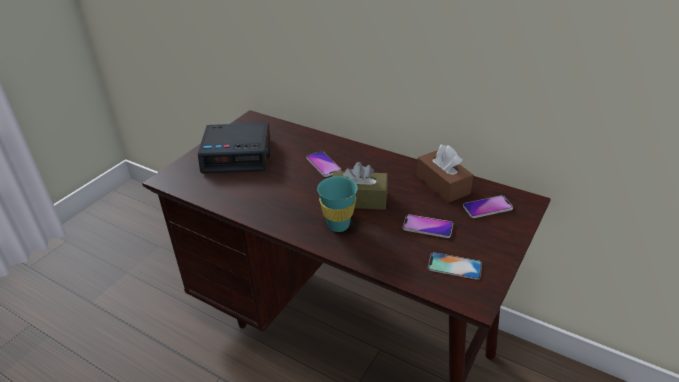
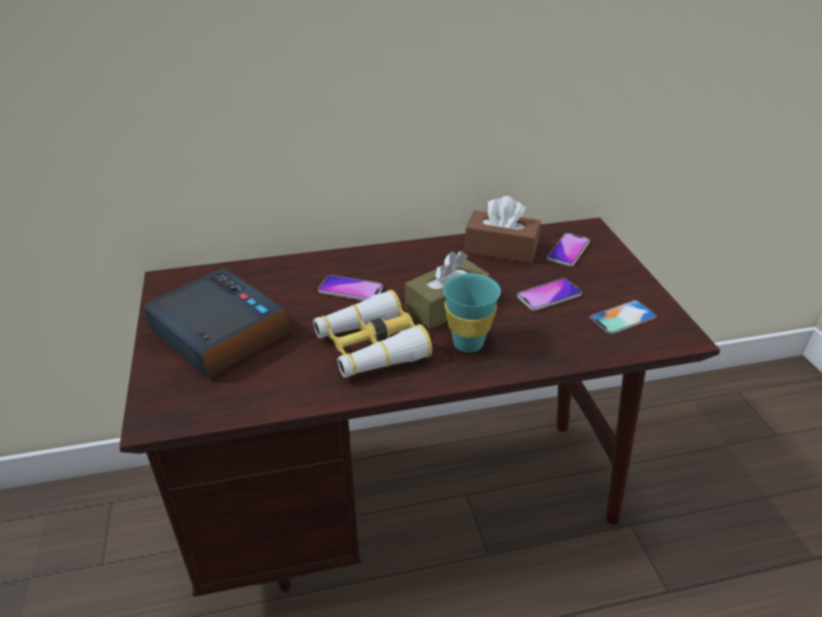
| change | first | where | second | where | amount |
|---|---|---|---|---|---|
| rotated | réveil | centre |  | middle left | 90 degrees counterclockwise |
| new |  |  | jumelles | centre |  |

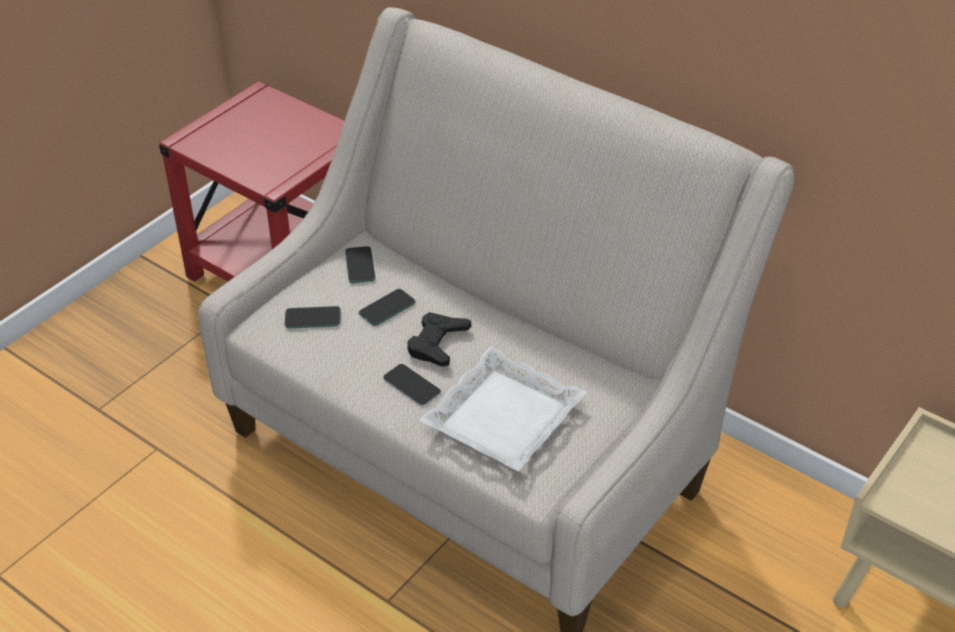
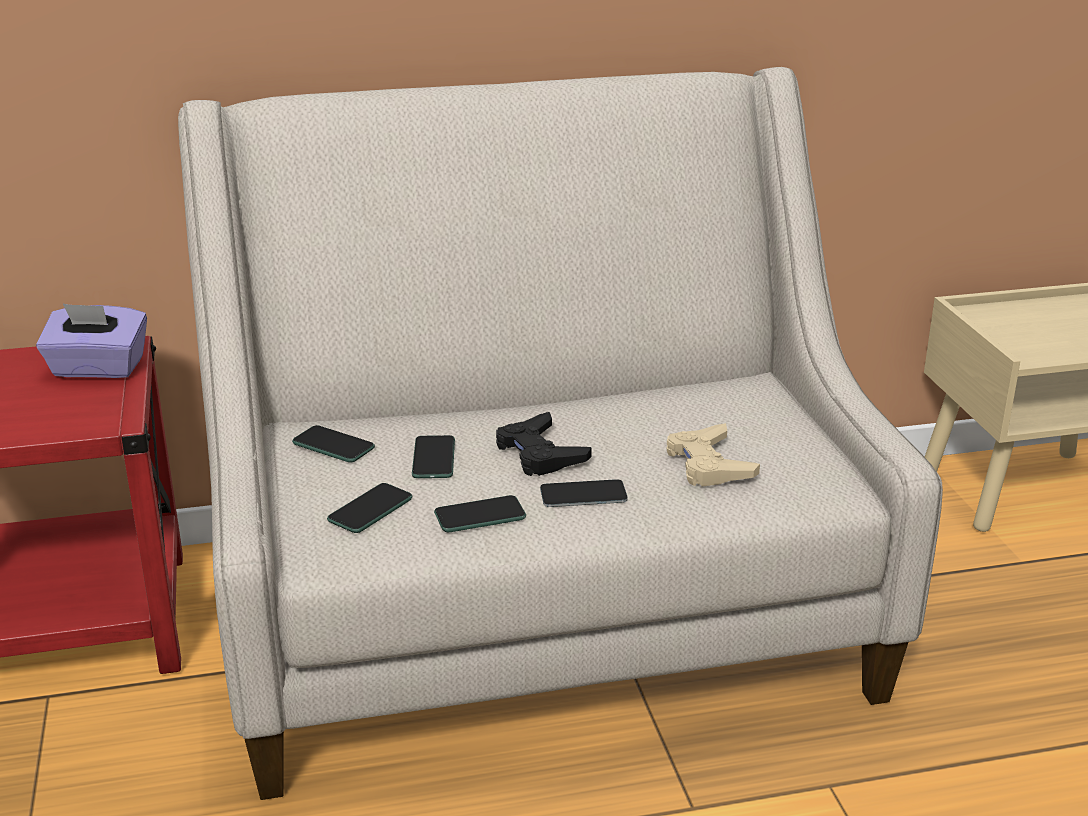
| change | first | where | second | where | amount |
|---|---|---|---|---|---|
| new |  |  | boîte à mouchoirs (violet) | middle left |  |
| new |  |  | téléphone (no. 4 from left) | centre |  |
| swapped | plateau (blanc) | centre | manette (beige) | centre |  |

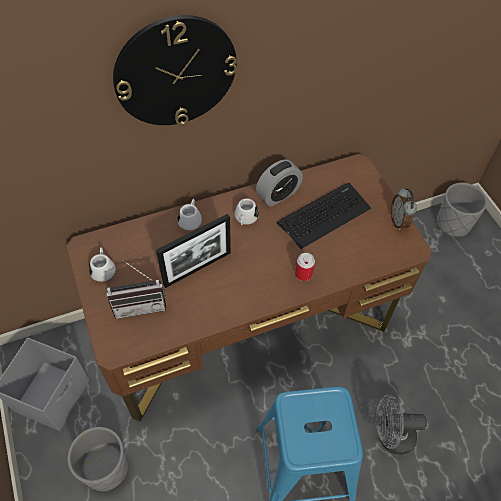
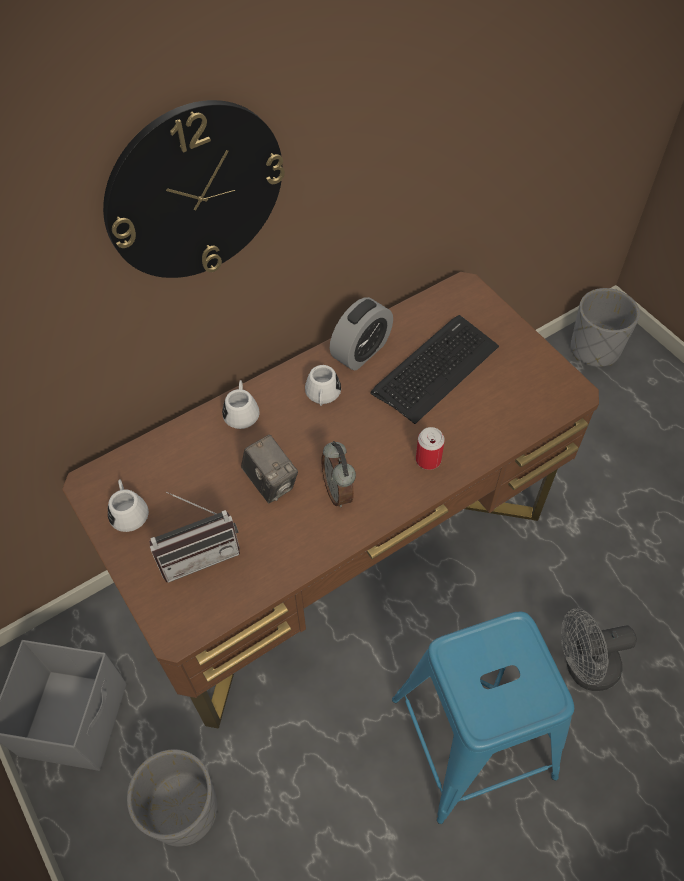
| change | first | where | second | where | amount |
|---|---|---|---|---|---|
| swapped | cadre photo | centre | appareil photo | centre |  |
| shifted | réveil (no. 2 from left in the first image) | middle right | réveil (no. 1 from left) | centre |  |

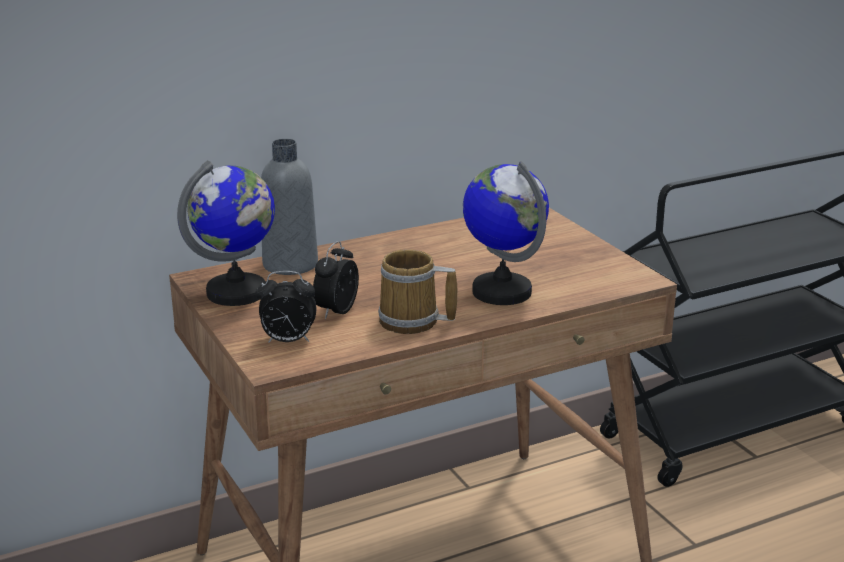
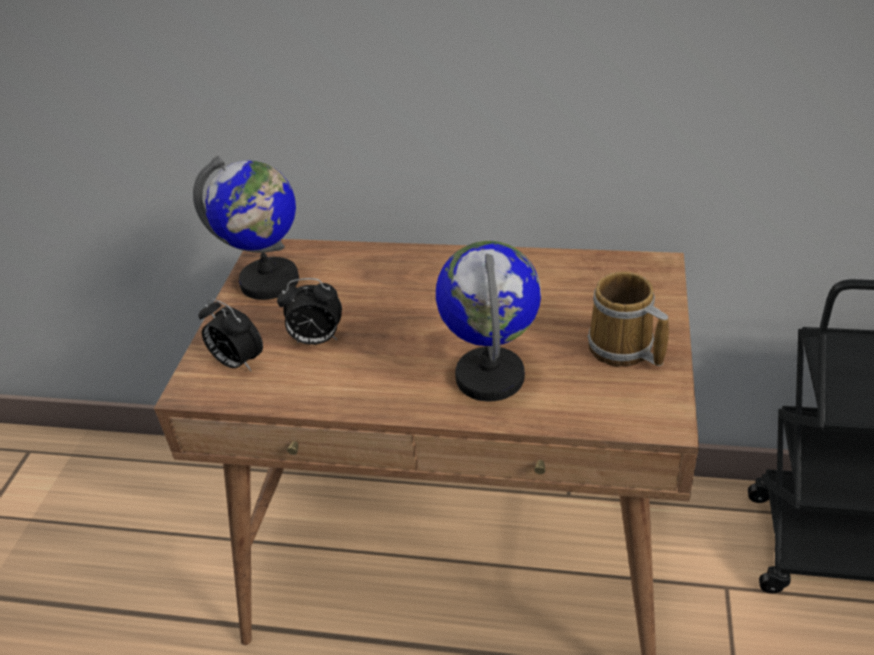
| change | first | where | second | where | amount |
|---|---|---|---|---|---|
| rotated | réveil (no. 2 from left) | centre |  | centre | 150 degrees counterclockwise |
| shifted | mug | centre |  | middle right |  |
| gone | bouteille (gris) | centre |  |  |  |

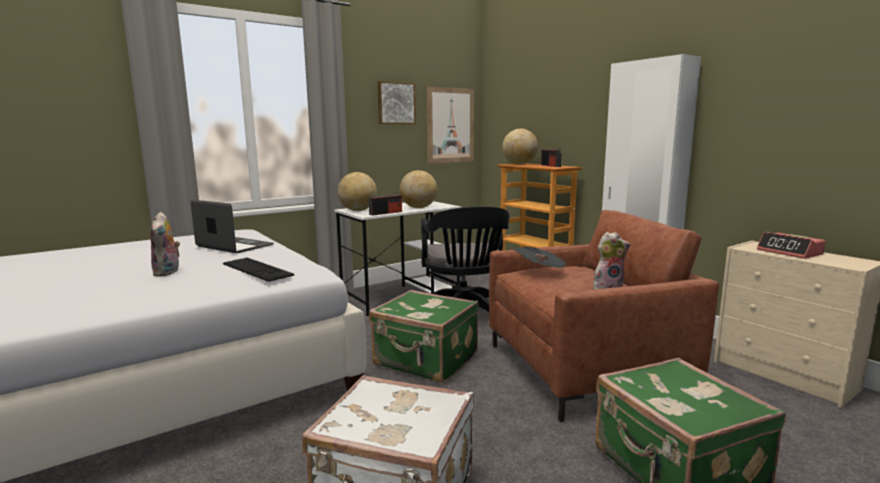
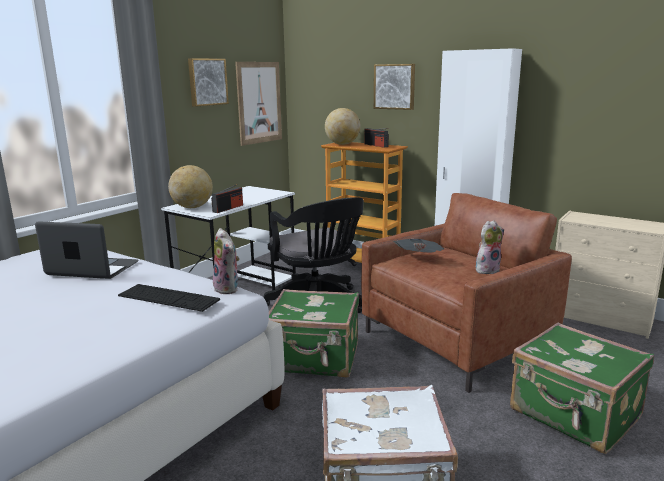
| change | first | where | second | where | amount |
|---|---|---|---|---|---|
| shifted | peluche (no. 1 from left) | middle left |  | centre |  |
| new |  |  | tableau (no. 3 from left) | top centre |  |
| gone | globe (no. 2 from left) | centre |  |  |  |
| gone | réveil | middle right |  |  |  |

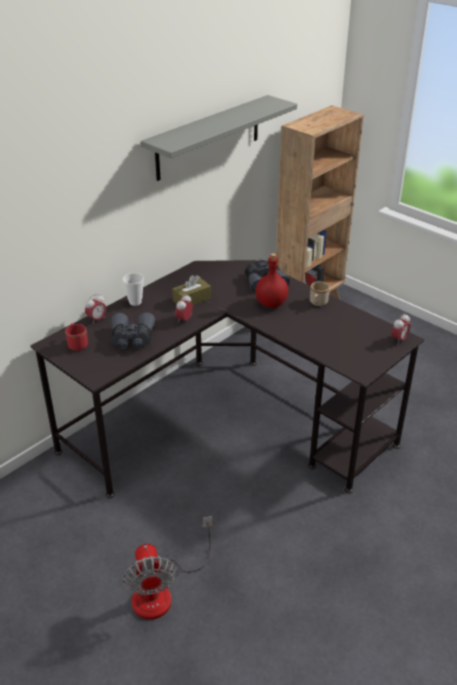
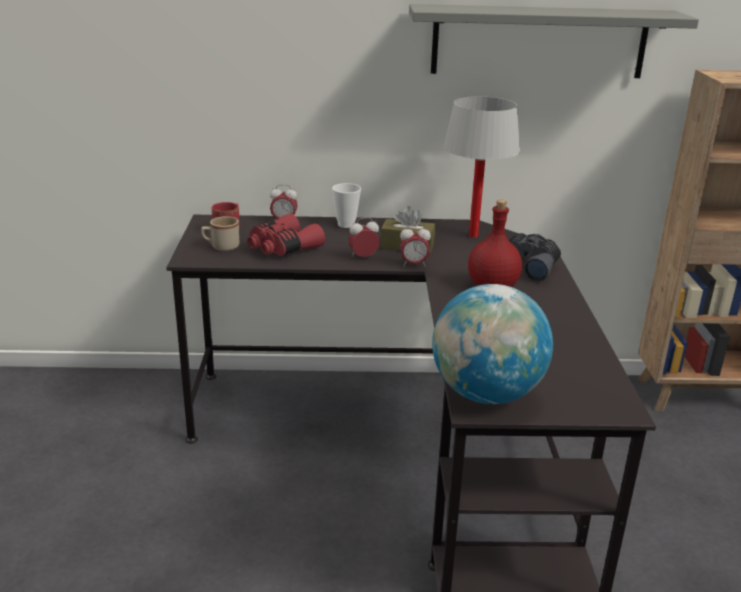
| change | first | where | second | where | amount |
|---|---|---|---|---|---|
| shifted | mug (beige) | middle right |  | middle left |  |
| repainted | jumelles (gris) (no. 1 from left) | middle left | jumelles (rouge) | centre |  |
| shifted | réveil (no. 3 from left) | middle right |  | centre |  |
| new |  |  | globe | centre |  |
| new |  |  | lampe de table (blanc) | top centre |  |
| gone | ventilateur | bottom centre |  |  |  |

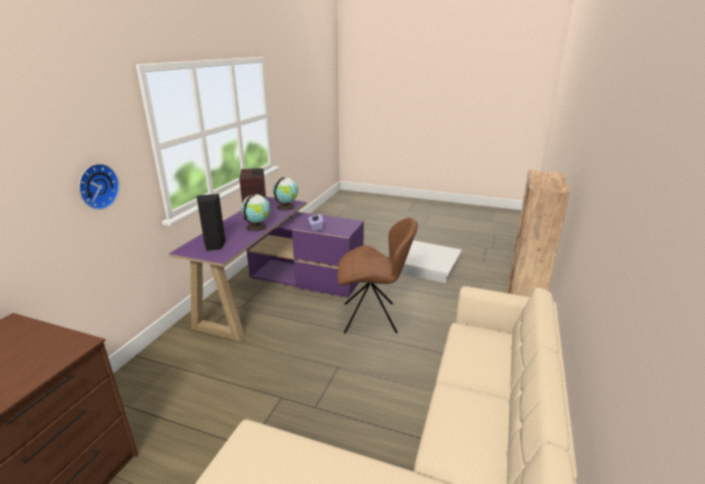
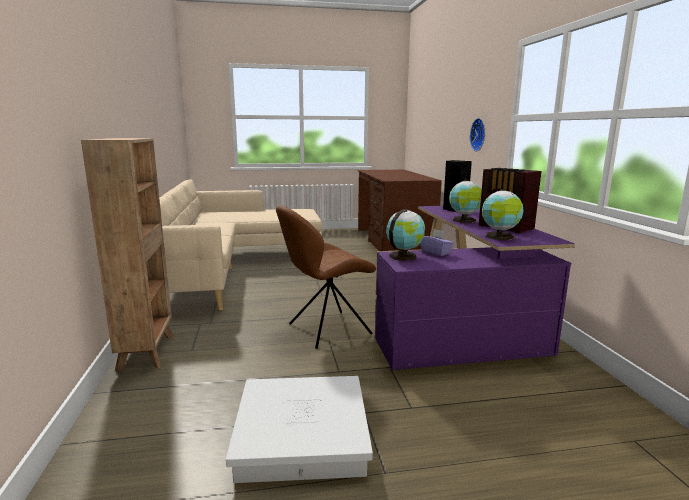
| change | first | where | second | where | amount |
|---|---|---|---|---|---|
| new |  |  | globe (no. 1 from left) | centre |  |

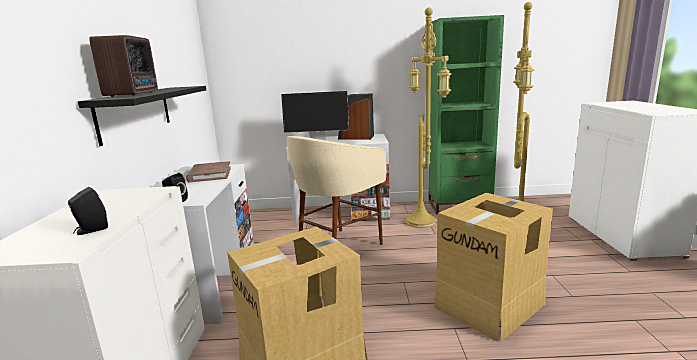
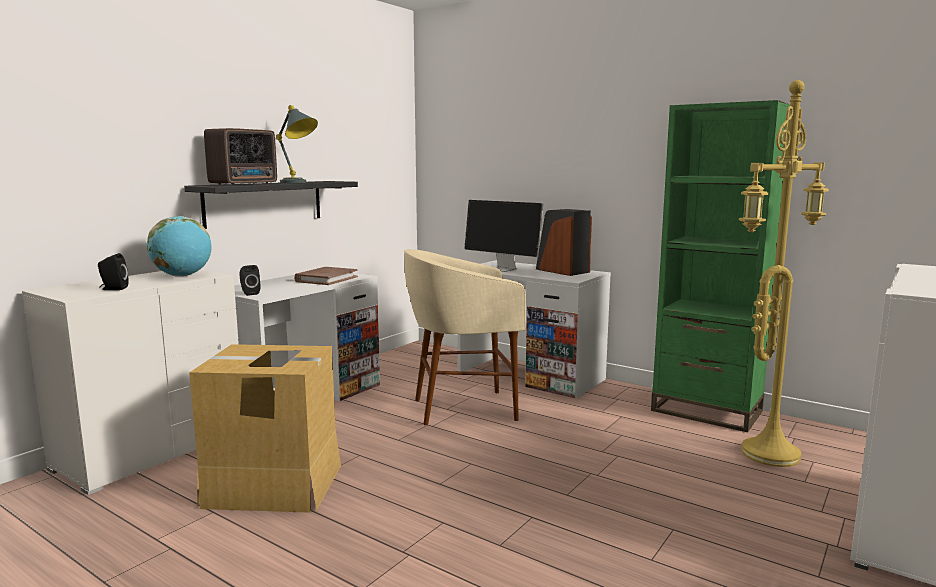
| change | first | where | second | where | amount |
|---|---|---|---|---|---|
| new |  |  | globe | middle left |  |
| new |  |  | lampe de table (gris) | top left |  |
| gone | lampadaire (jaune) (no. 1 from left) | top centre |  |  |  |
| gone | carton (no. 2 from left) | bottom right |  |  |  |

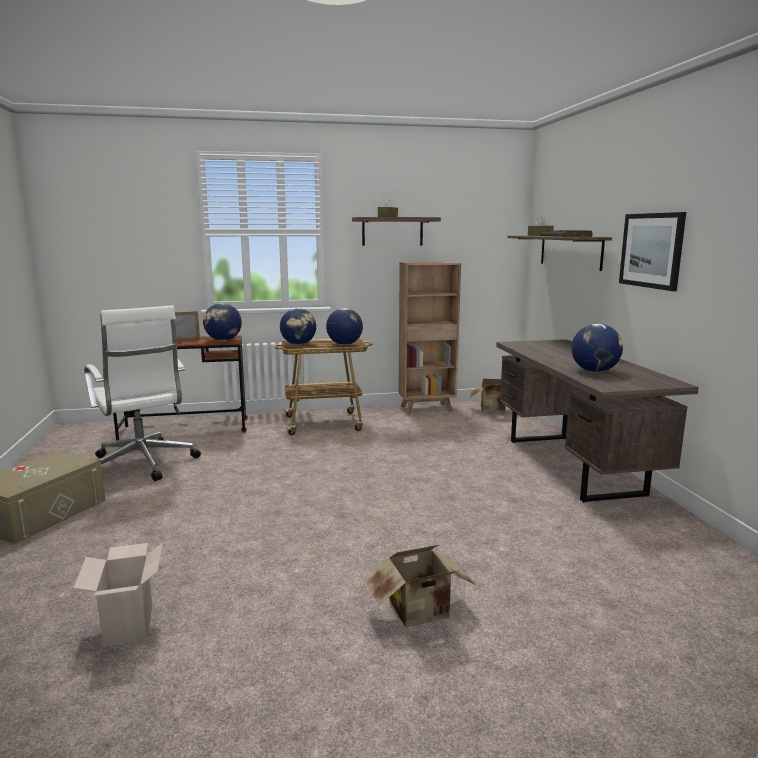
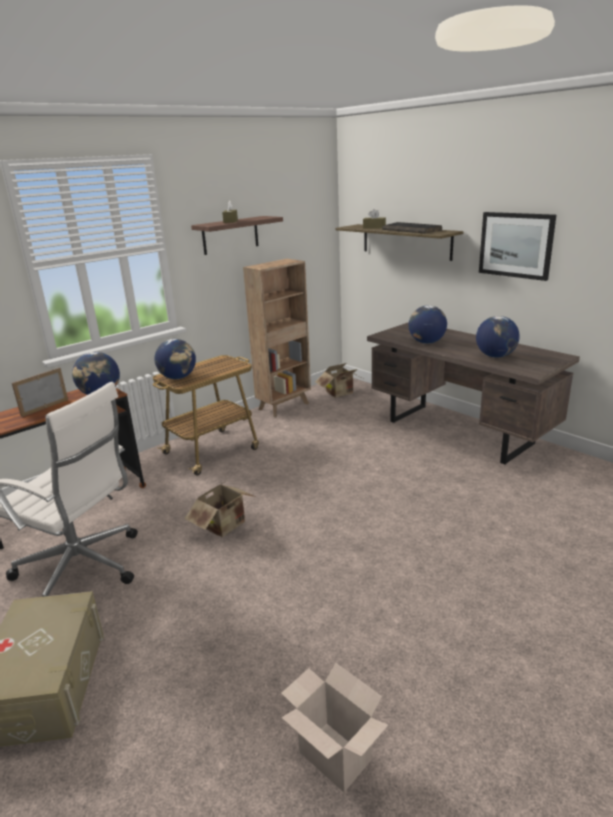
| change | first | where | second | where | amount |
|---|---|---|---|---|---|
| shifted | carton (no. 2 from left in the first image) | bottom centre | carton (no. 1 from left) | centre |  |
| shifted | globe (no. 3 from left) | centre |  | middle right |  |

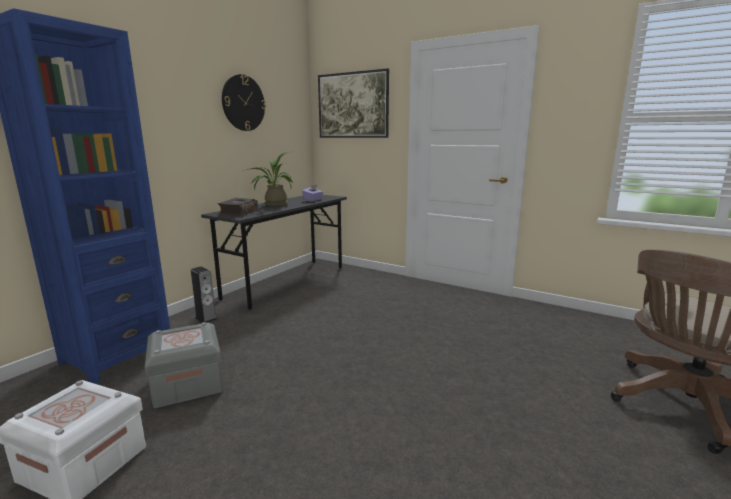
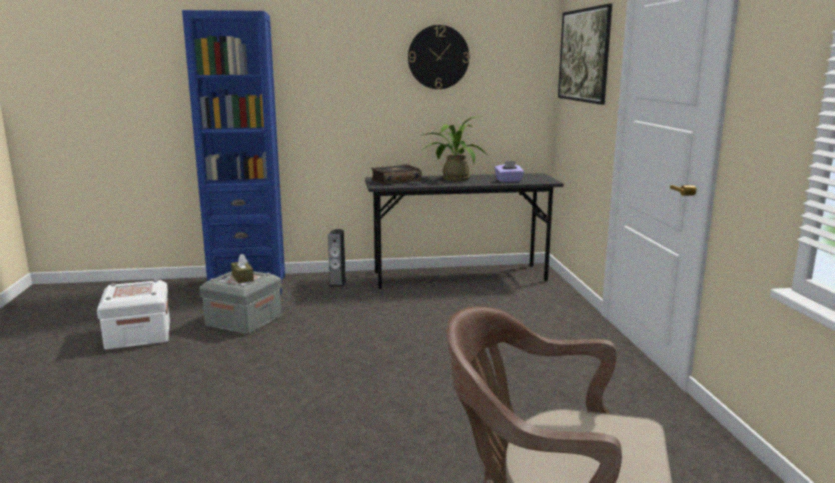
| change | first | where | second | where | amount |
|---|---|---|---|---|---|
| new |  |  | boîte à mouchoirs (marron) | middle left |  |

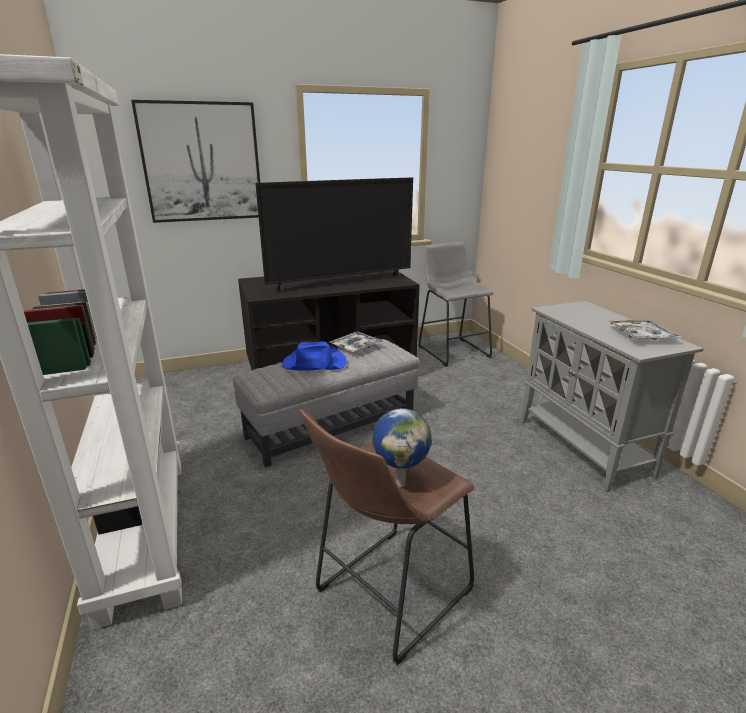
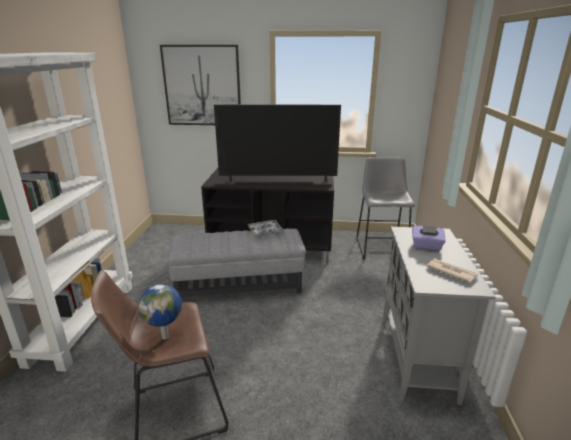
| change | first | where | second | where | amount |
|---|---|---|---|---|---|
| new |  |  | boîte à mouchoirs (violet) | middle right |  |
| swapped | plateau (no. 2 from left) | middle right | journal | middle right |  |
| gone | chapeau (bleu) | centre |  |  |  |

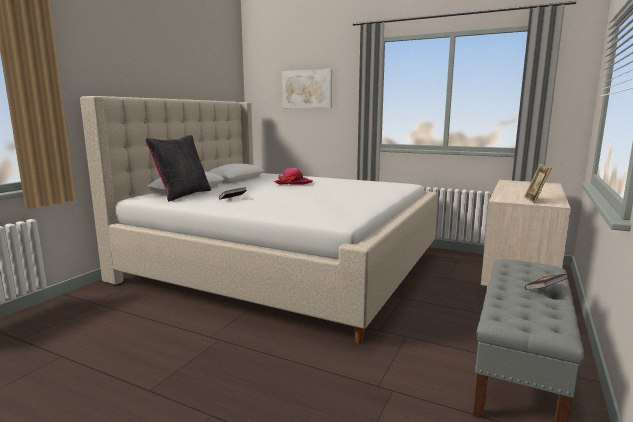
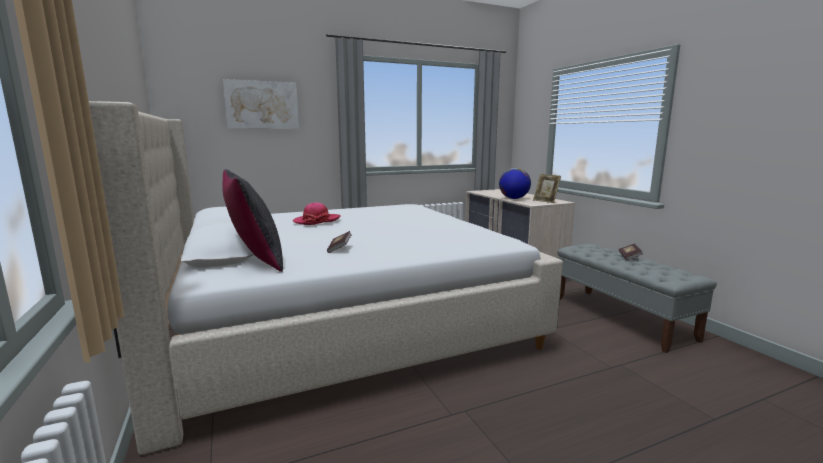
| change | first | where | second | where | amount |
|---|---|---|---|---|---|
| new |  |  | globe | centre |  |

